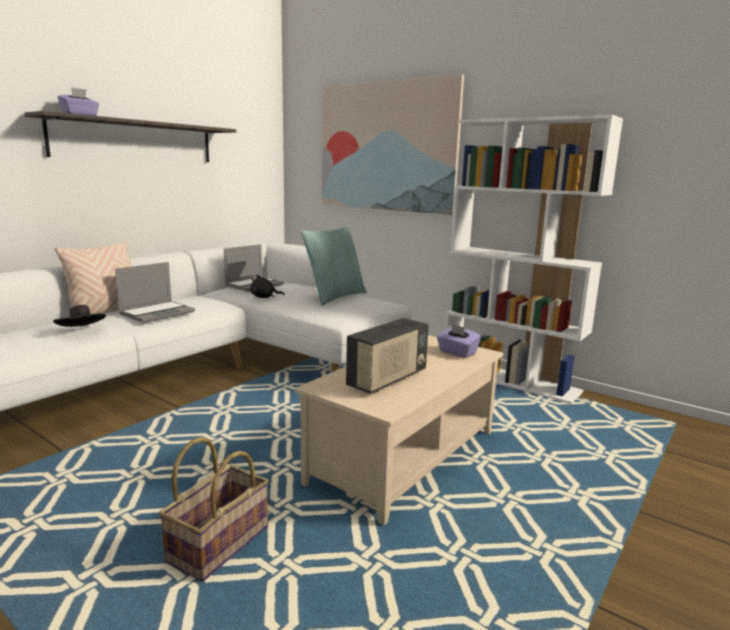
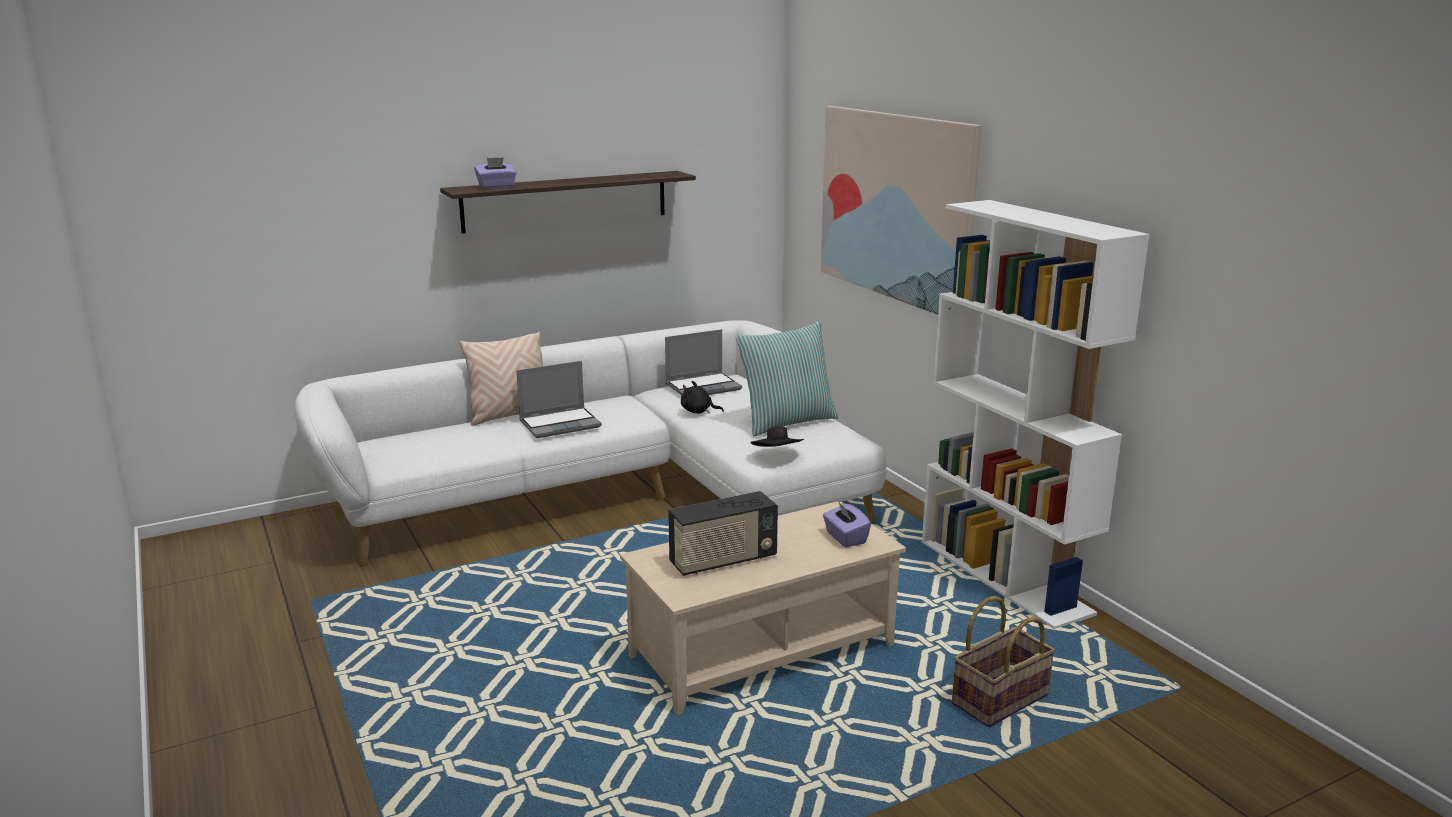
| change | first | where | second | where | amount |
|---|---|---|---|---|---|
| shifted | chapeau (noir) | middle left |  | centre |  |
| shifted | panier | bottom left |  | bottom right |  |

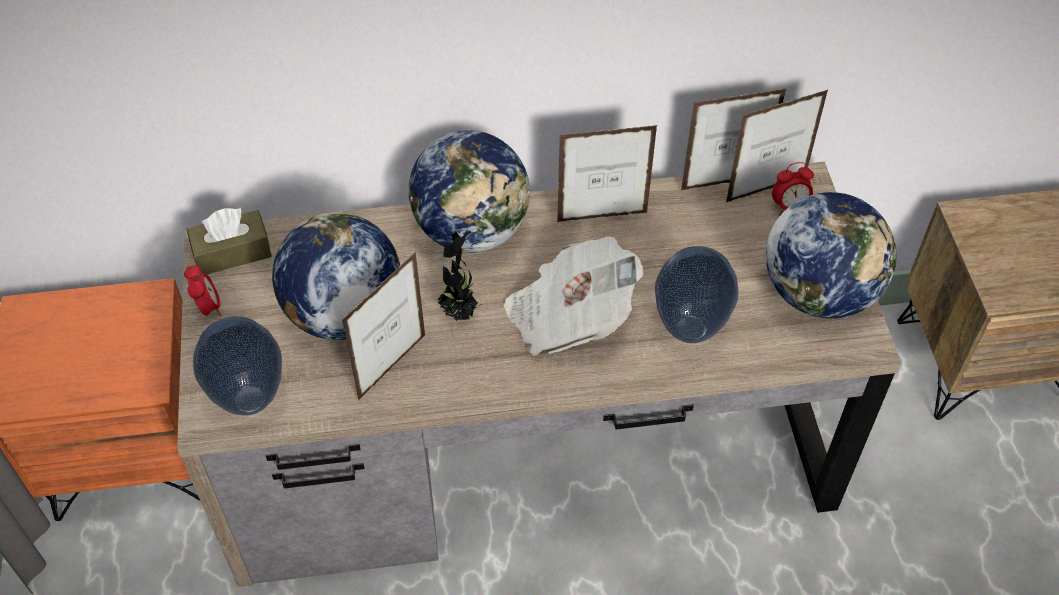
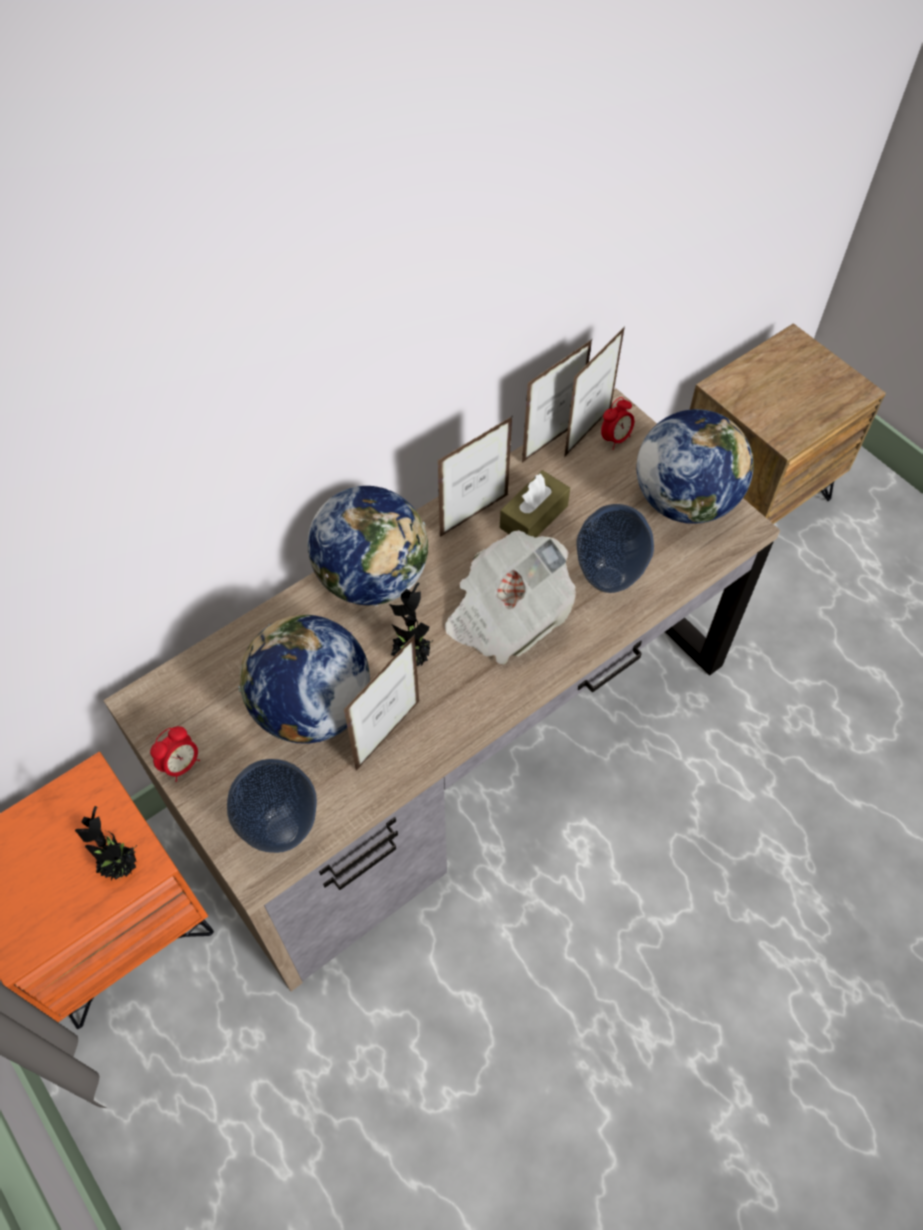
| change | first | where | second | where | amount |
|---|---|---|---|---|---|
| new |  |  | plante en pot (no. 1 from left) | bottom left |  |
| rotated | réveil (no. 1 from left) | middle left |  | middle left | 90 degrees clockwise |
| rotated | cadre photo (no. 1 from left) | centre |  | centre | 150 degrees counterclockwise |
| shifted | boîte à mouchoirs (marron) | middle left |  | centre |  |

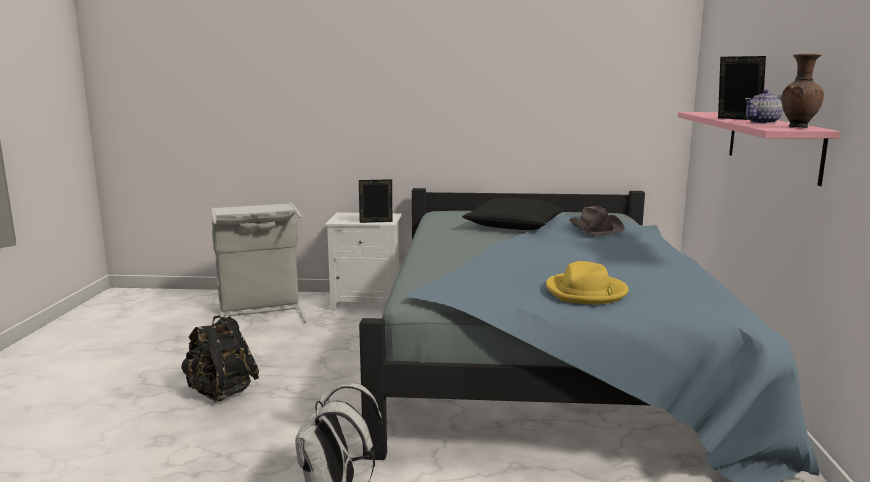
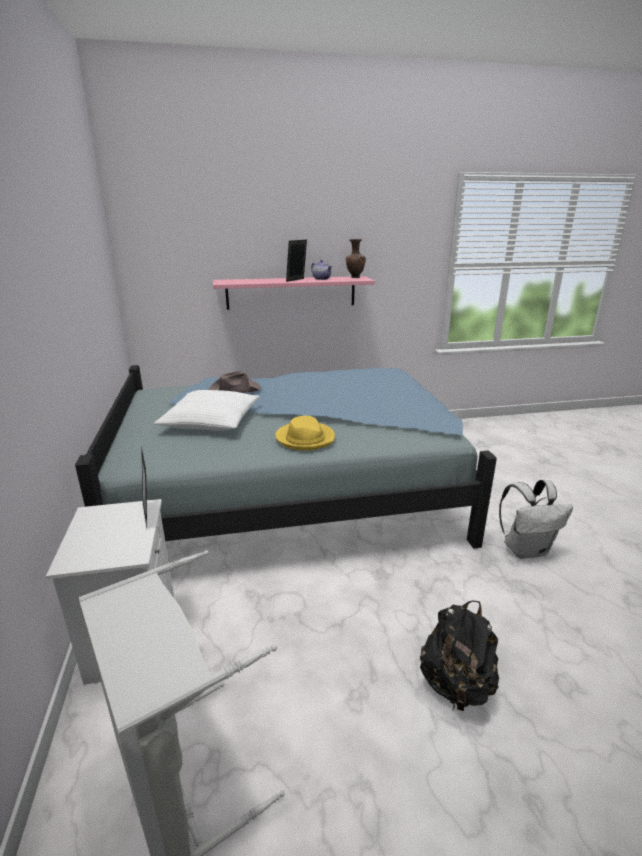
| change | first | where | second | where | amount |
|---|---|---|---|---|---|
| repainted | coussin (noir) | centre | coussin (blanc) | middle left |  |
| shifted | chapeau (jaune) | middle right |  | centre |  |

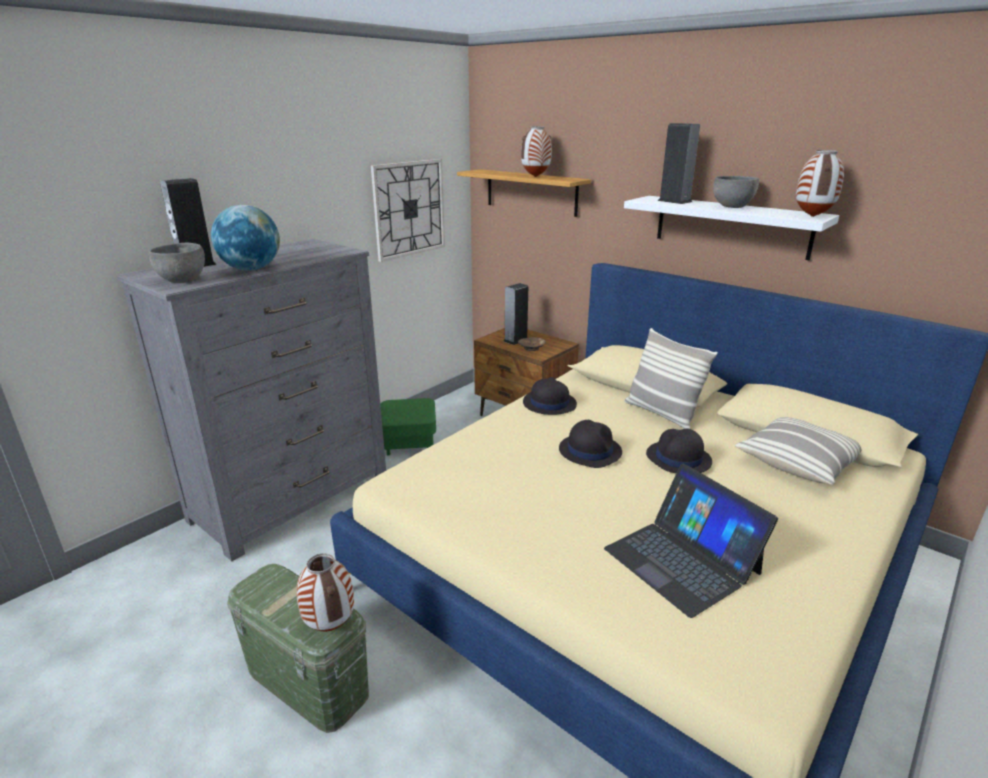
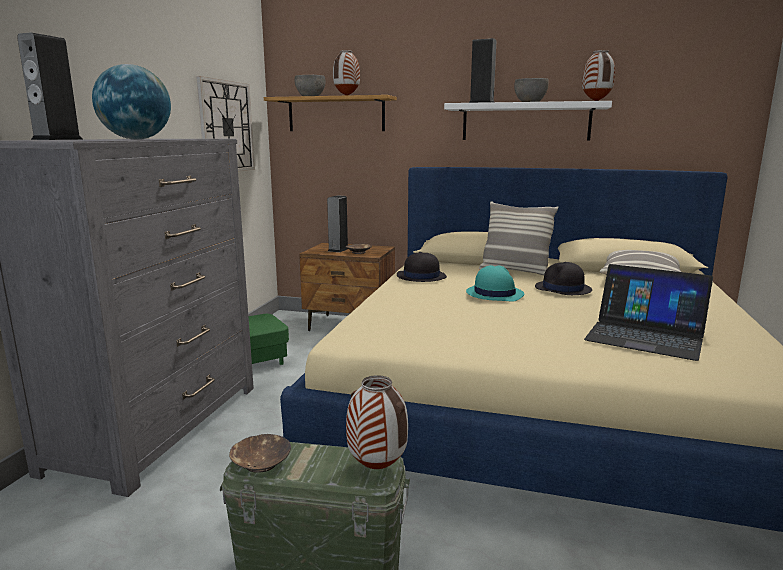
| change | first | where | second | where | amount |
|---|---|---|---|---|---|
| new |  |  | bol (marron) (no. 1 from left) | bottom left |  |
| shifted | bol (gris) (no. 1 from left) | middle left |  | top centre |  |
| repainted | chapeau (noir) (no. 2 from left) | centre | chapeau (turquoise) | centre |  |

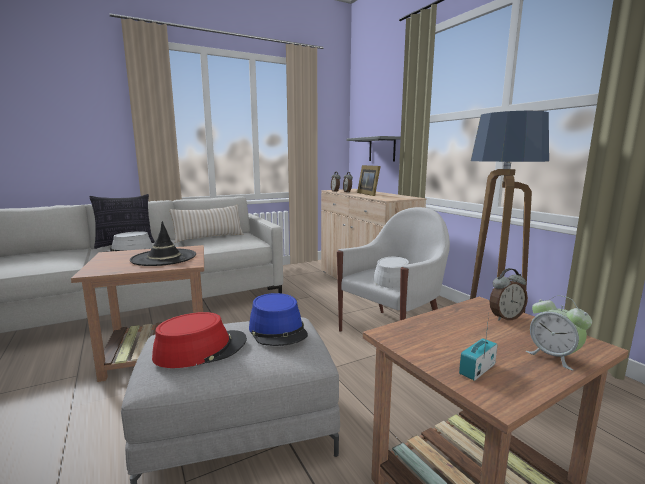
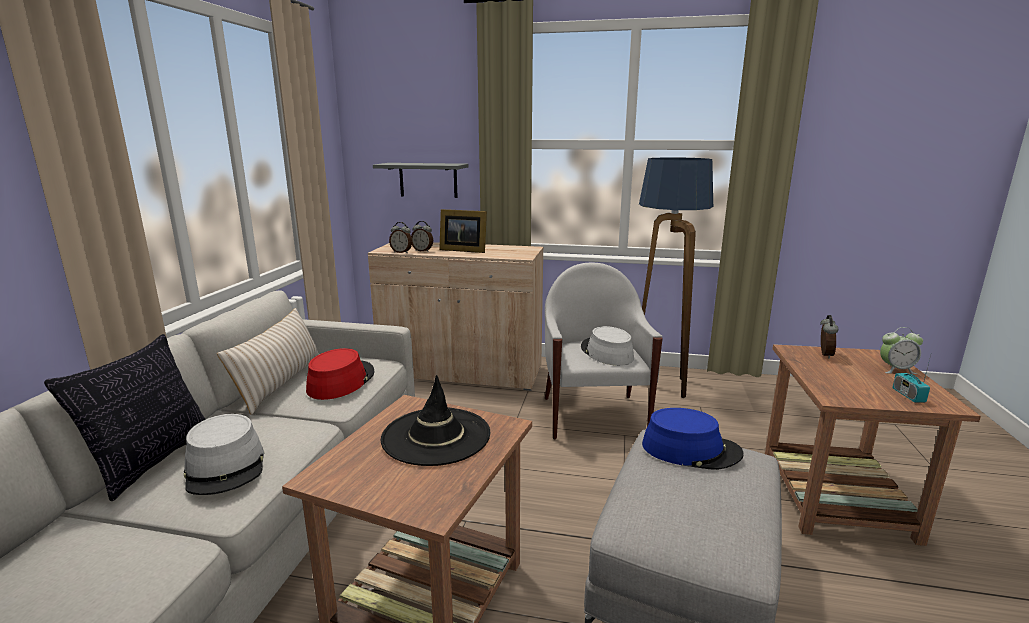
| change | first | where | second | where | amount |
|---|---|---|---|---|---|
| shifted | chapeau (rouge) | bottom left |  | middle left |  |

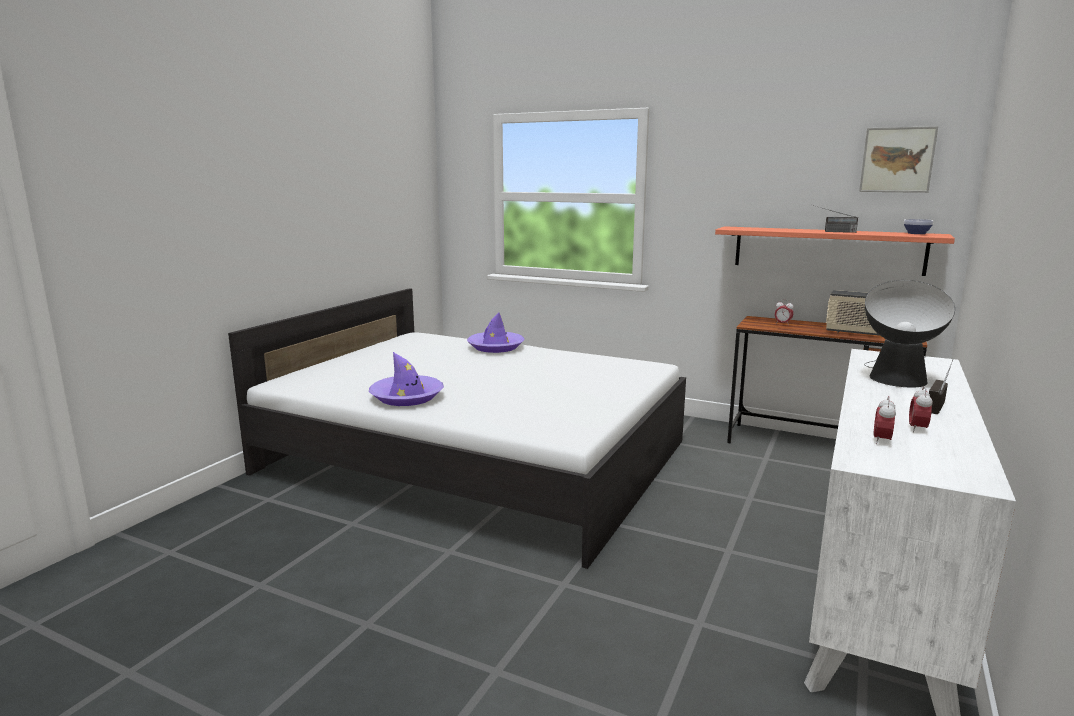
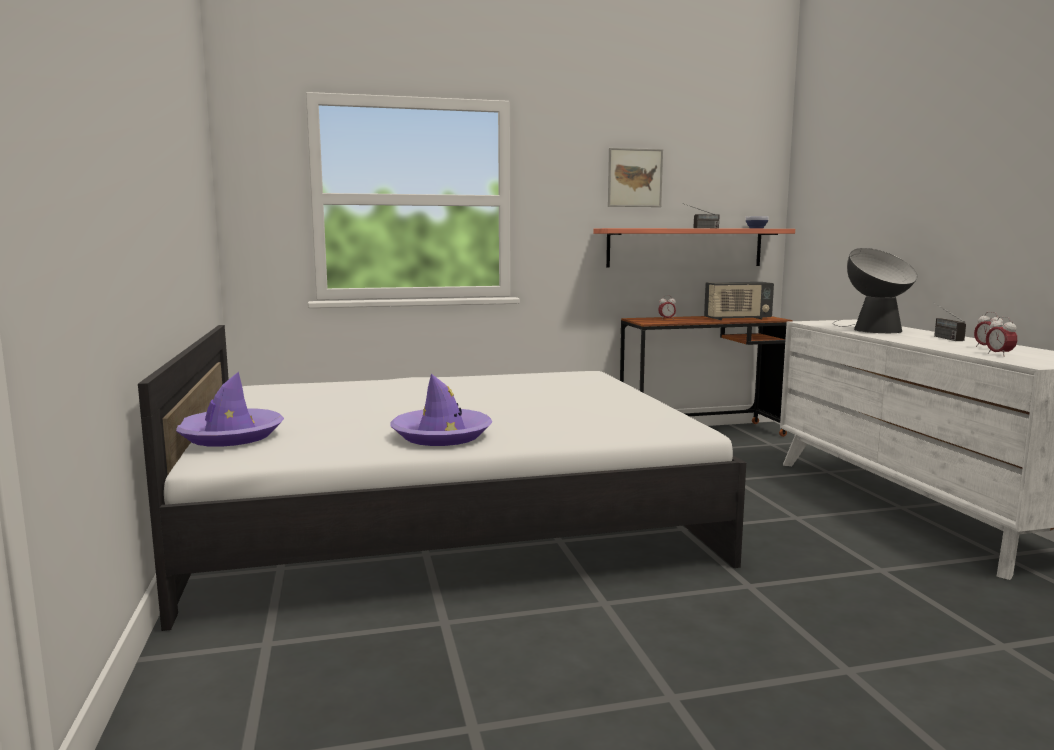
| change | first | where | second | where | amount |
|---|---|---|---|---|---|
| shifted | chapeau (violet) (no. 2 from left in the first image) | centre | chapeau (violet) (no. 1 from left) | middle left |  |
| shifted | tableau | top right |  | top centre |  |

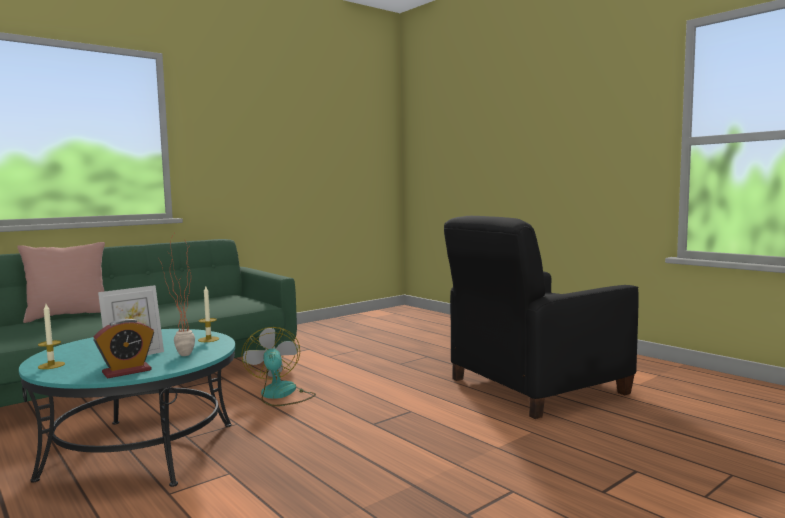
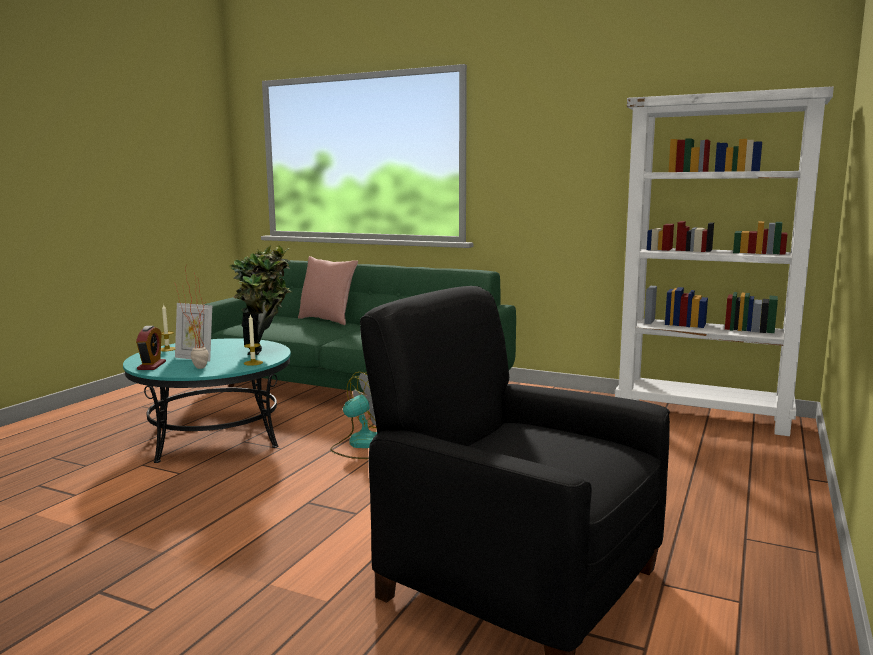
| change | first | where | second | where | amount |
|---|---|---|---|---|---|
| rotated | réveil | bottom left |  | middle left | 120 degrees counterclockwise |
| new |  |  | plante en pot (no. 2 from left) | middle left |  |
| new |  |  | bibliothèque (blanc) | middle right |  |

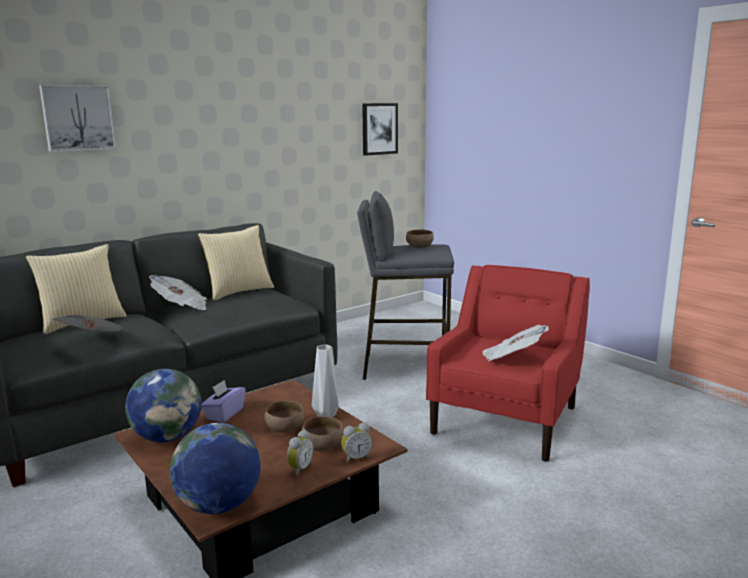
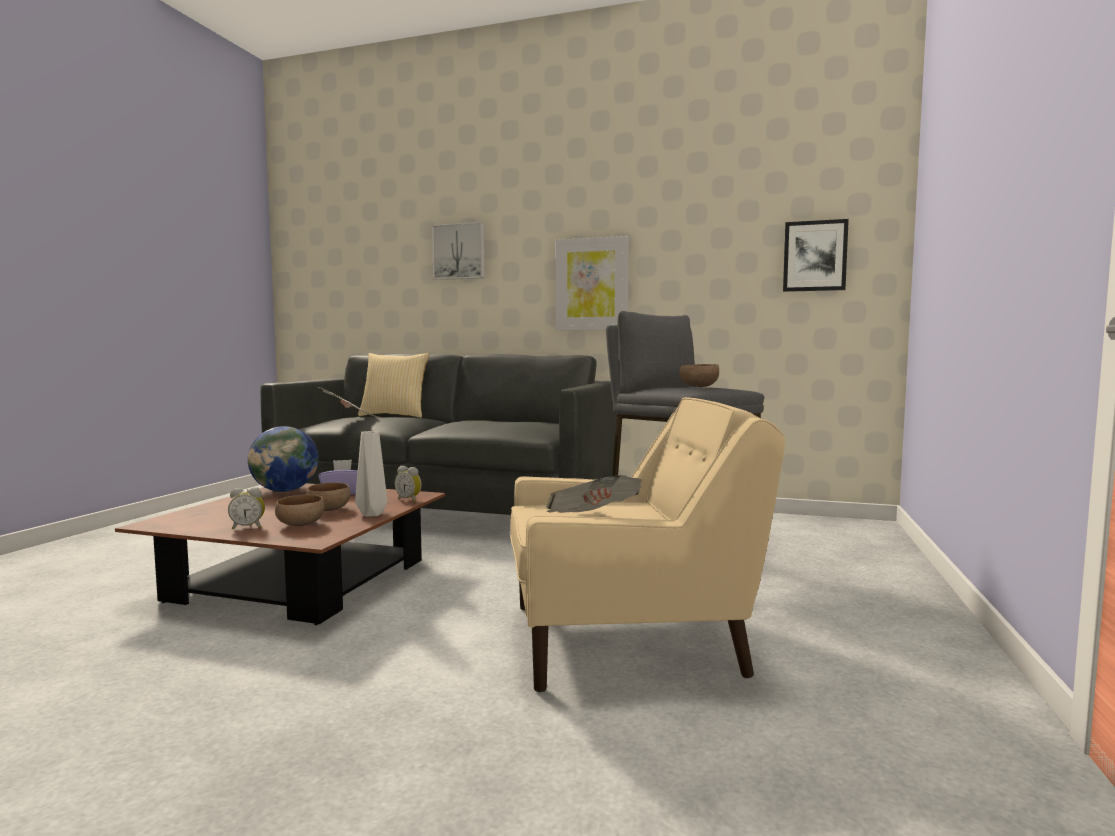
| change | first | where | second | where | amount |
|---|---|---|---|---|---|
| shifted | réveil (no. 2 from left) | bottom centre |  | centre |  |
| repainted | fauteuil (rouge) | middle right | fauteuil (beige) | centre |  |
| new |  |  | tableau (no. 2 from left) | centre |  |
| gone | journal (no. 2 from left) | middle left |  |  |  |
| gone | globe (no. 2 from left) | bottom left |  |  |  |
| gone | coussin (no. 2 from left) | middle left |  |  |  |

